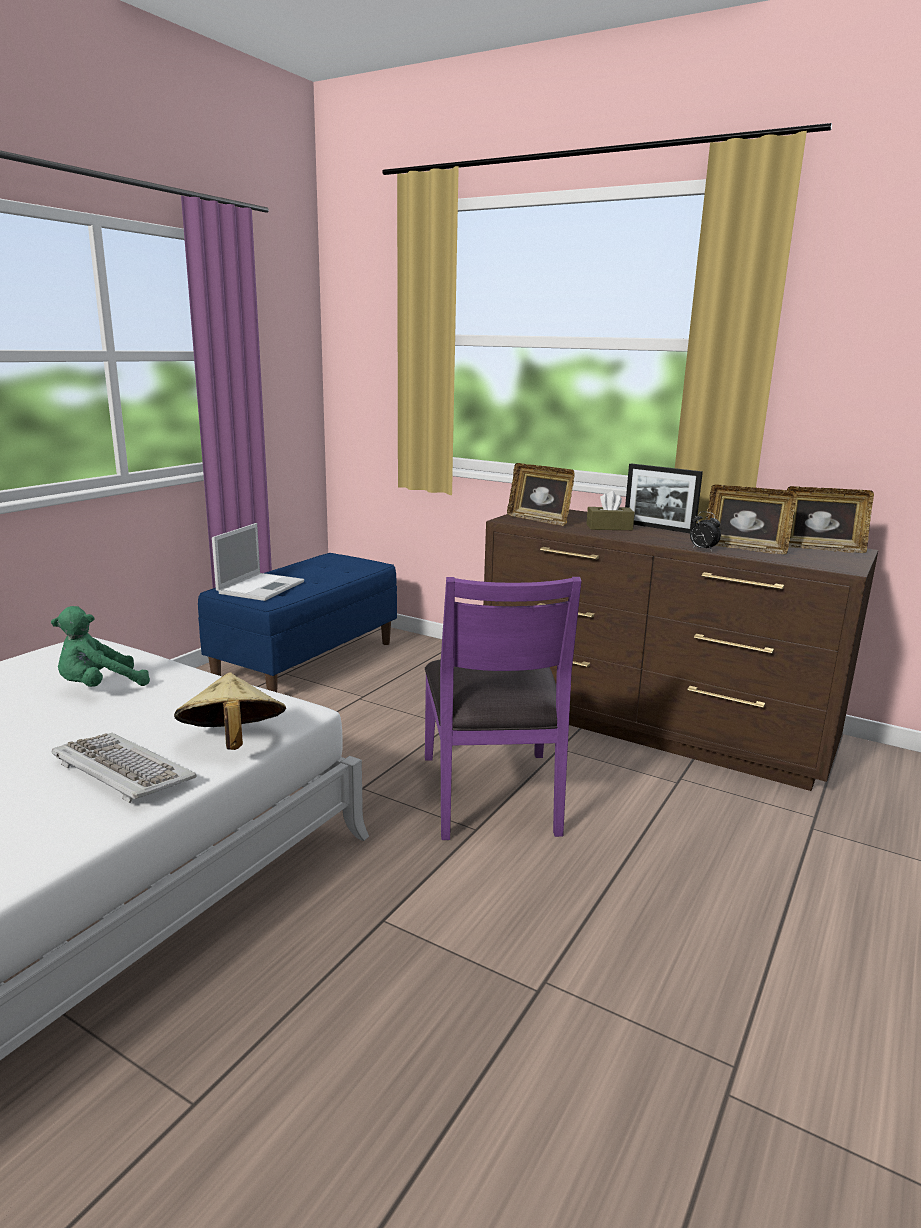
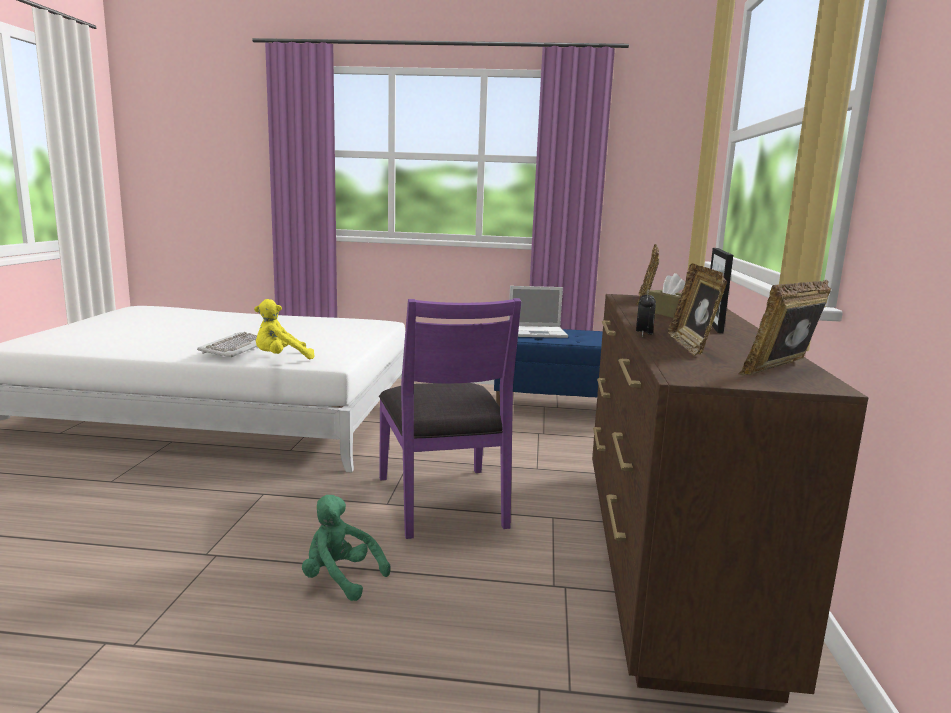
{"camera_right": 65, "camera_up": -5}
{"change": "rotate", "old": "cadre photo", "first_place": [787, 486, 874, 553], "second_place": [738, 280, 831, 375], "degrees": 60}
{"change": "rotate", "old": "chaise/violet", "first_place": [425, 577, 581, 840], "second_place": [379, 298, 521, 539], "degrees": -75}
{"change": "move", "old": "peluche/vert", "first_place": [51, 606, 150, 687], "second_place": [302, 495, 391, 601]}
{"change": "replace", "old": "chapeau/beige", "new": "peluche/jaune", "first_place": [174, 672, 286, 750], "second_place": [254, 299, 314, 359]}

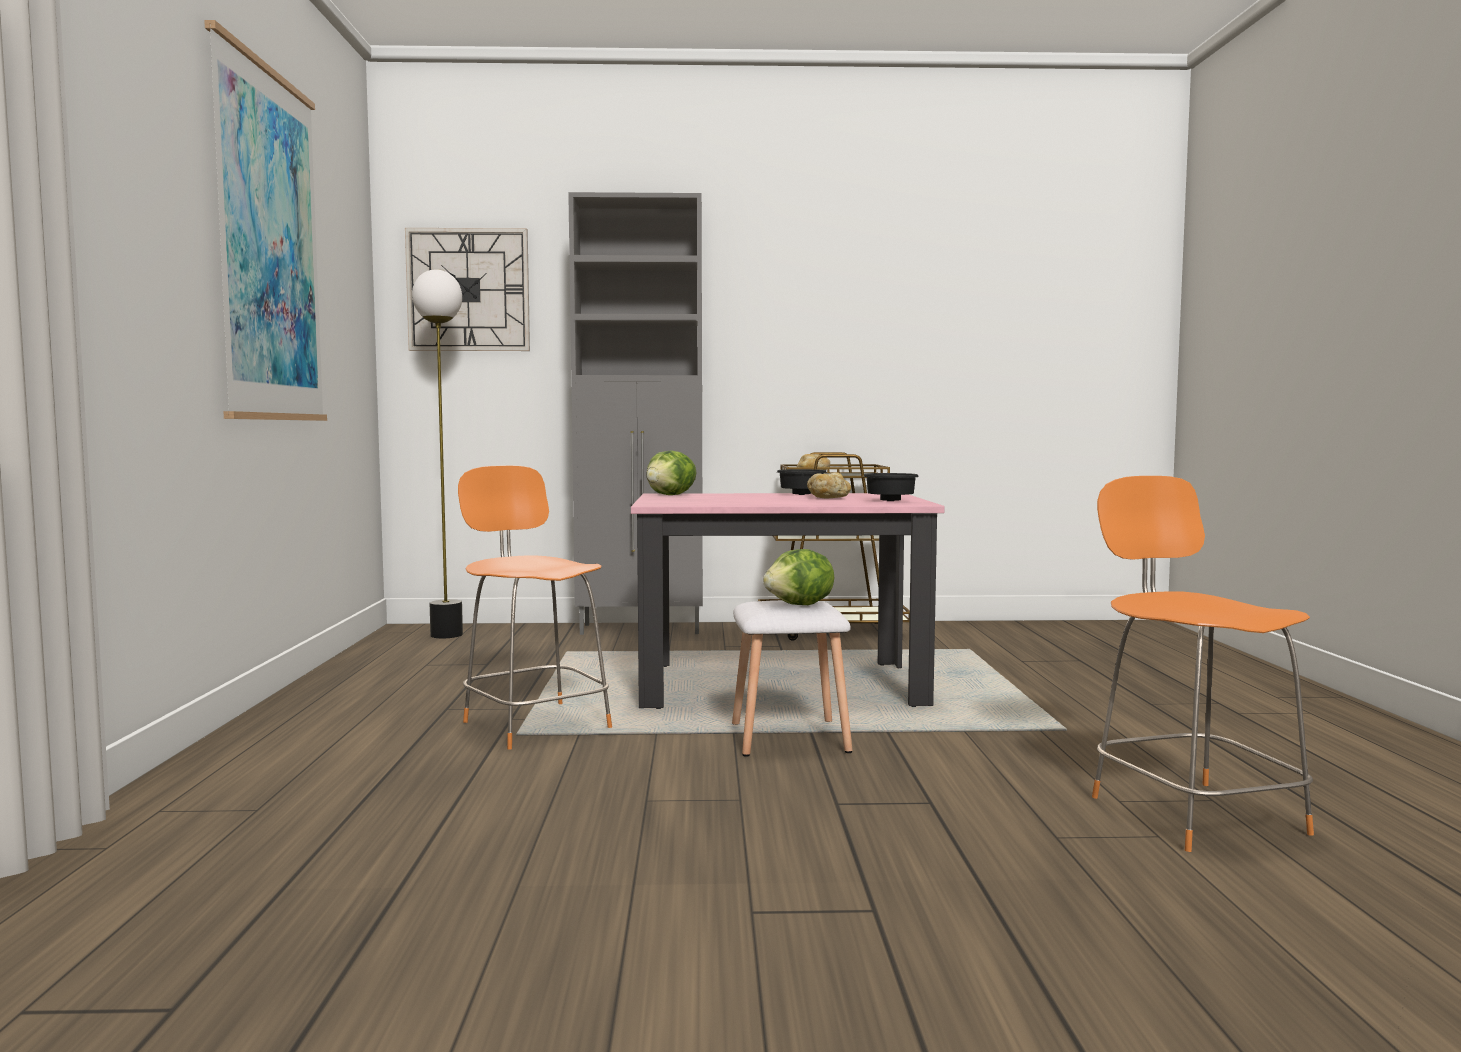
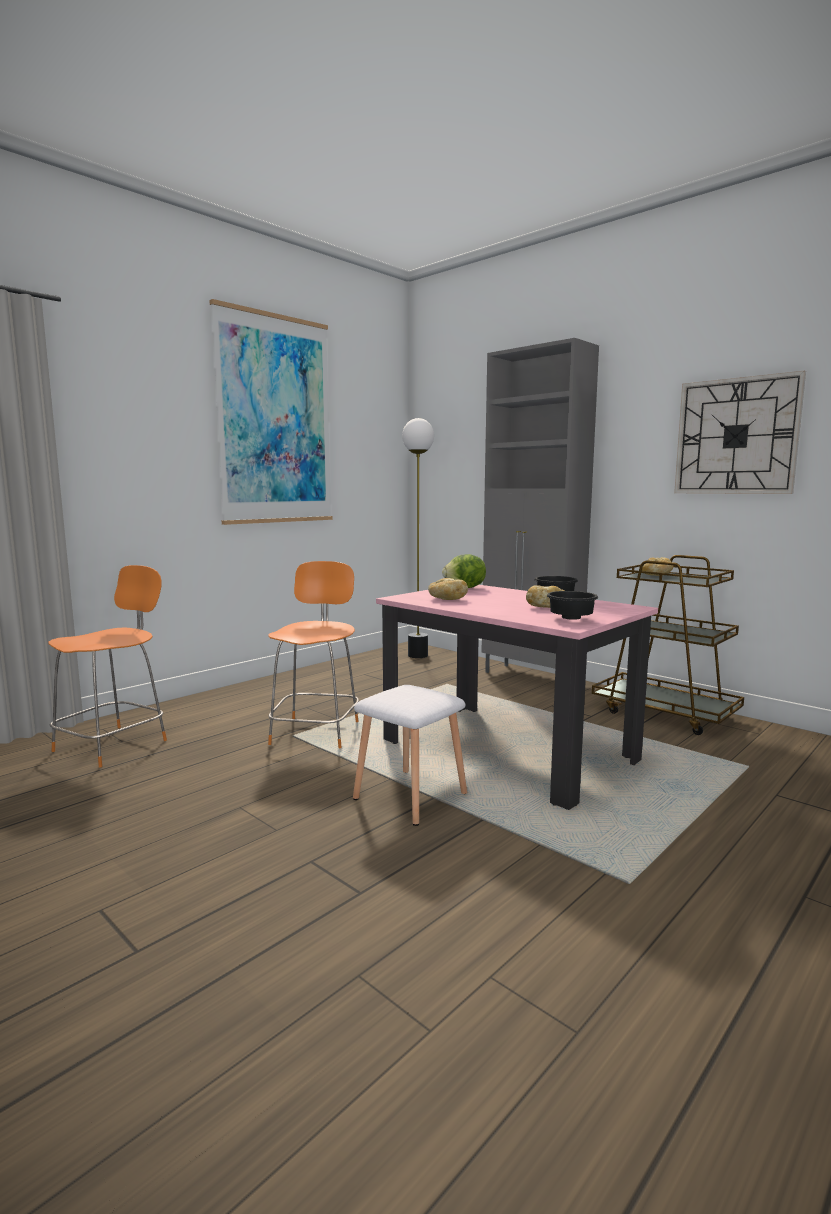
{"camera_right": 45, "camera_up": 5}
{"change": "move", "old": "horloge murale", "first_place": [405, 228, 530, 351], "second_place": [674, 370, 806, 494]}
{"change": "move", "old": "chaise/orange", "first_place": [1092, 476, 1314, 852], "second_place": [48, 565, 167, 768]}
{"change": "delete", "old": "laitue", "first_place": [763, 549, 834, 605]}
{"change": "insert", "new": "pain", "second_place": [428, 578, 468, 600]}

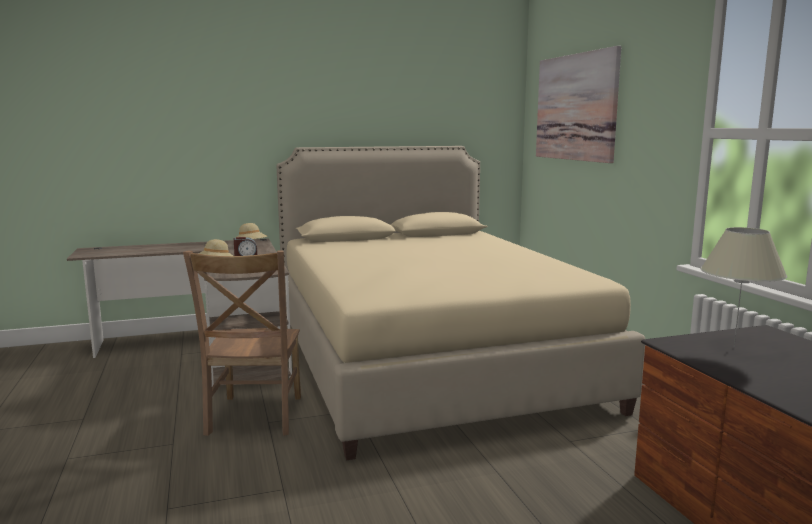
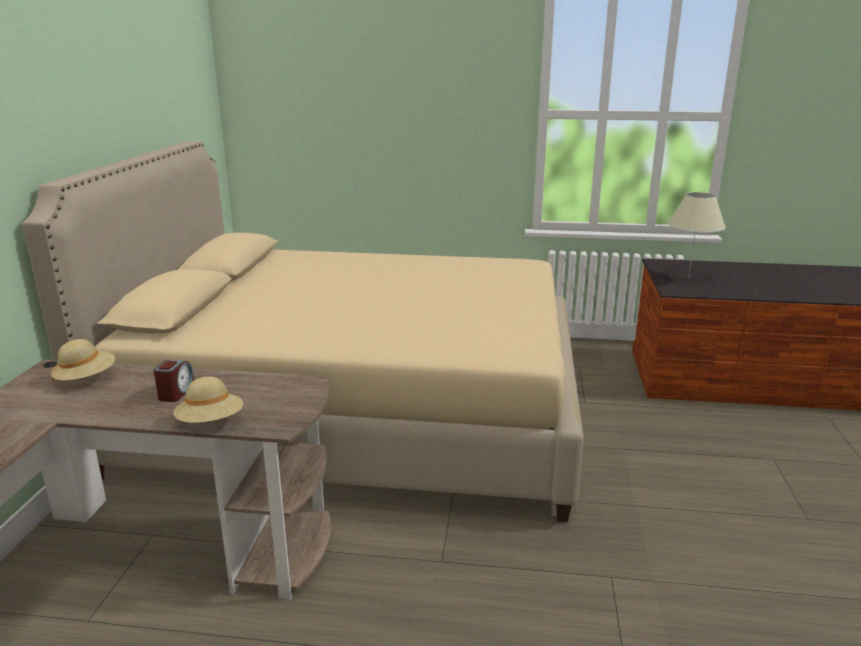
{"camera_right": -65, "camera_up": 10}
{"change": "delete", "old": "tableau", "first_place": [536, 46, 621, 163]}
{"change": "delete", "old": "chaise/marron", "first_place": [183, 250, 301, 436]}

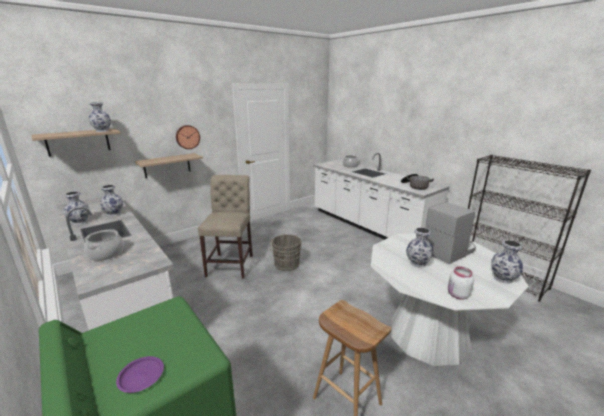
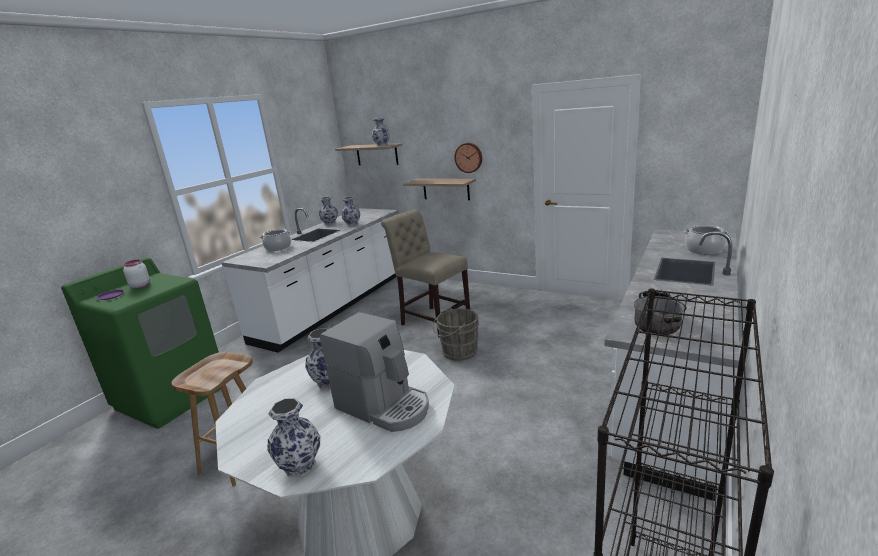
{"camera_right": 70, "camera_up": 0}
{"change": "rotate", "old": "chaise/beige", "first_place": [198, 175, 253, 279], "second_place": [381, 210, 470, 338], "degrees": -120}
{"change": "move", "old": "bocal/blanc", "first_place": [448, 267, 474, 300], "second_place": [123, 260, 150, 289]}

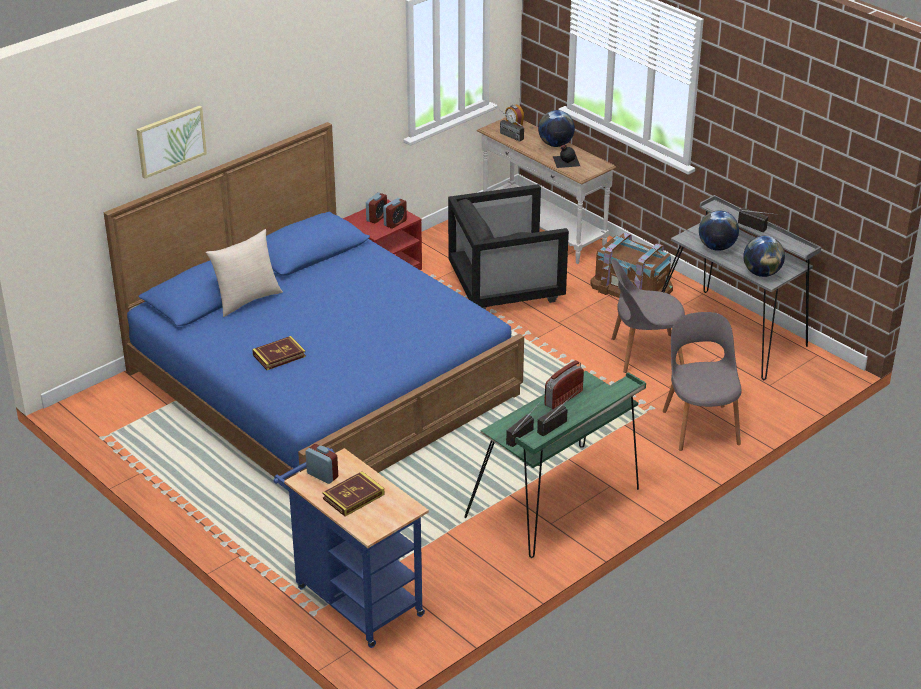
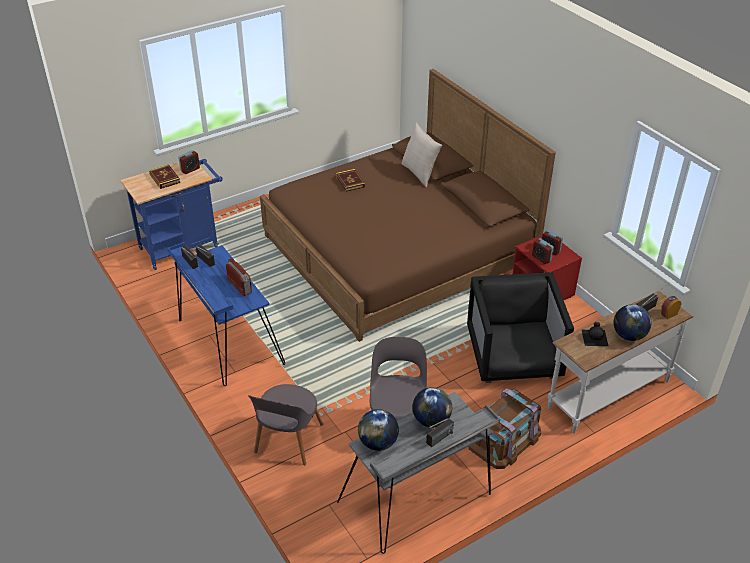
{"camera_right": 100, "camera_up": 5}
{"change": "delete", "old": "tableau", "first_place": [136, 106, 207, 179]}
{"change": "recolor", "old": "lit/bleu", "new": "lit/marron", "first_place": [104, 122, 524, 480], "second_place": [260, 69, 556, 342]}
{"change": "rotate", "old": "chaise/gris", "first_place": [663, 312, 742, 451], "second_place": [248, 384, 323, 465], "degrees": 105}
{"change": "recolor", "old": "bureau/vert", "new": "bureau/bleu", "first_place": [464, 371, 646, 558], "second_place": [168, 242, 285, 386]}

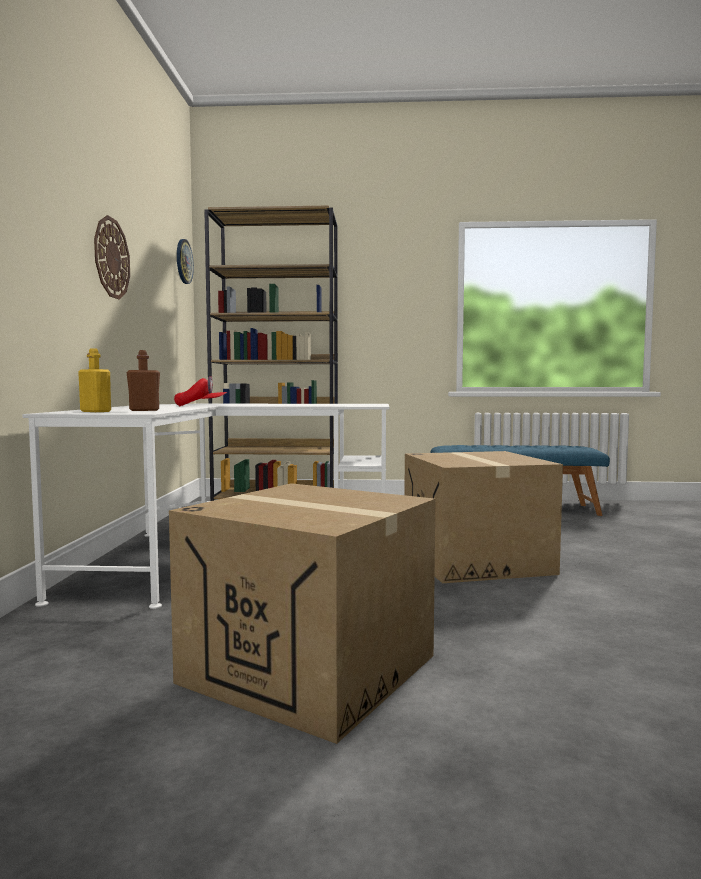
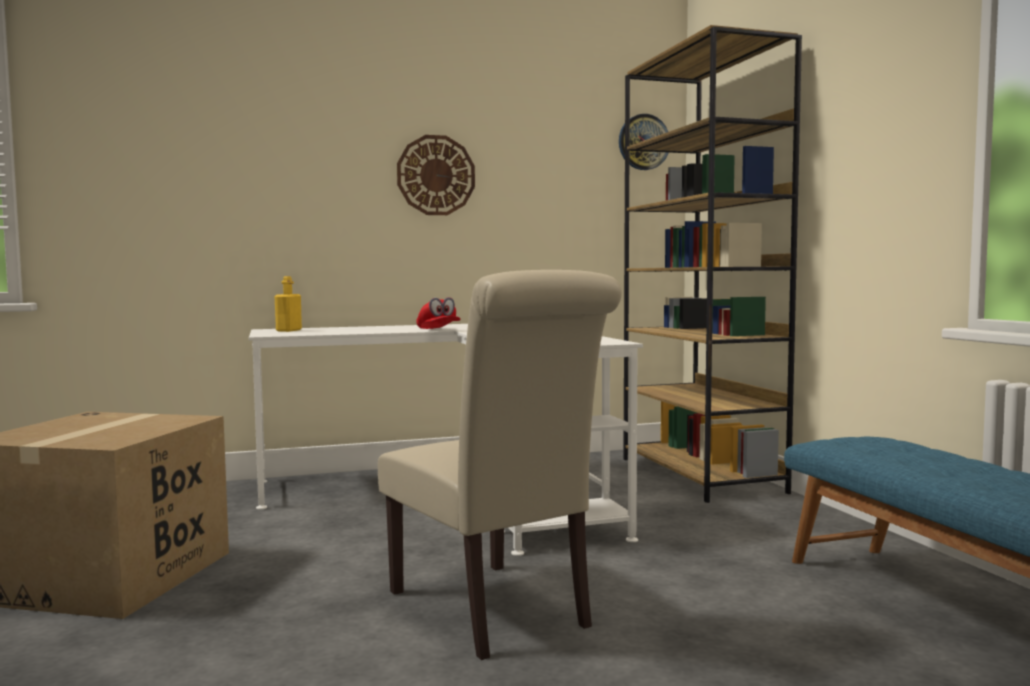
{"camera_right": 70, "camera_up": 0}
{"change": "delete", "old": "bouteille/marron", "first_place": [126, 350, 160, 411]}
{"change": "replace", "old": "carton", "new": "chaise/beige", "first_place": [404, 451, 563, 583], "second_place": [378, 270, 622, 660]}

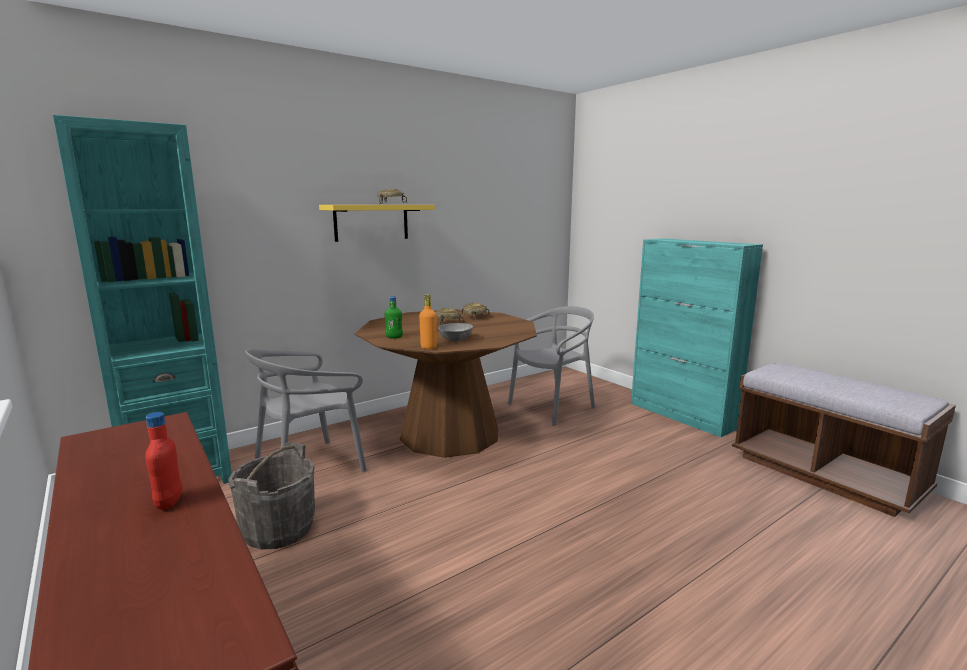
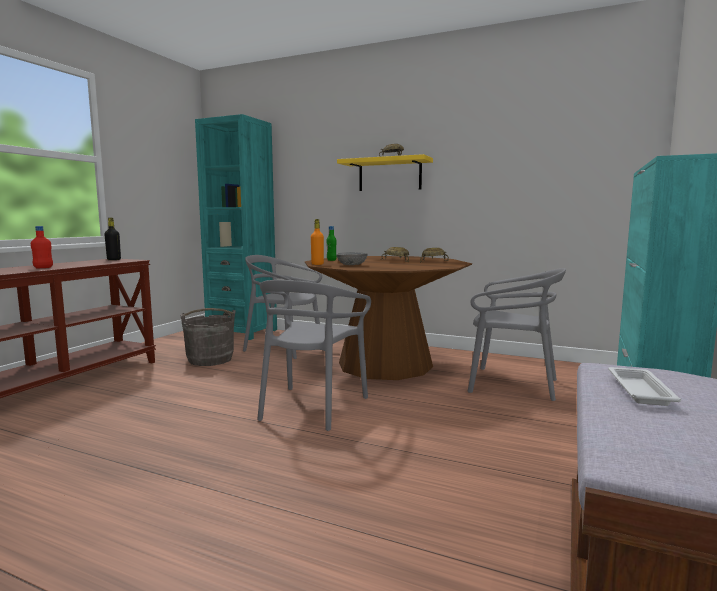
{"camera_right": 60, "camera_up": -5}
{"change": "insert", "new": "bouteille/noir", "second_place": [104, 218, 121, 260]}
{"change": "insert", "new": "chaise/gris", "second_place": [257, 280, 371, 431]}
{"change": "insert", "new": "plateau/blanc", "second_place": [608, 367, 681, 406]}

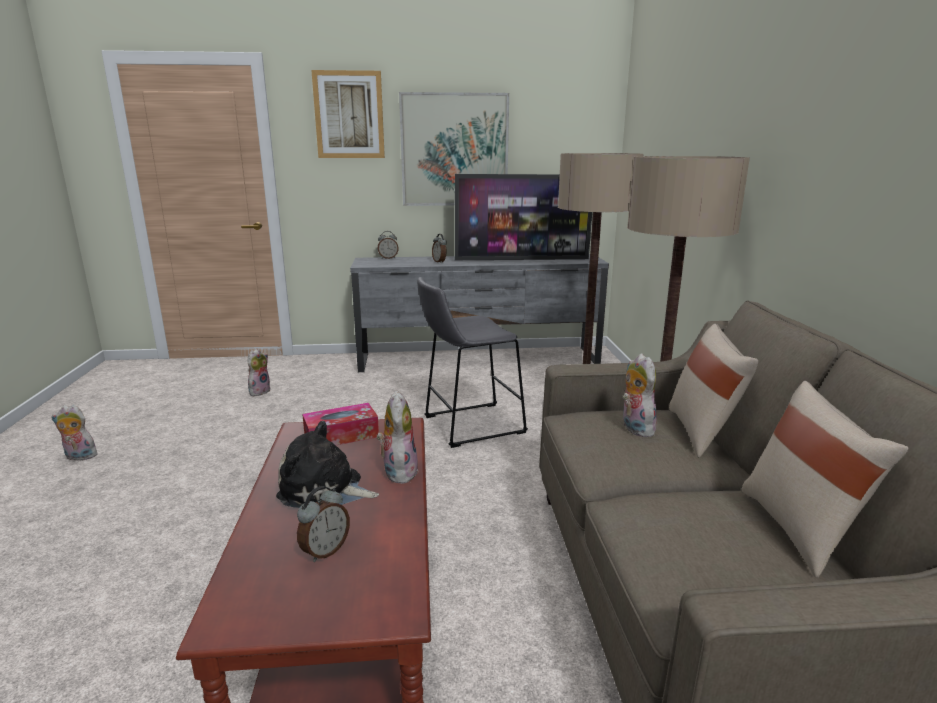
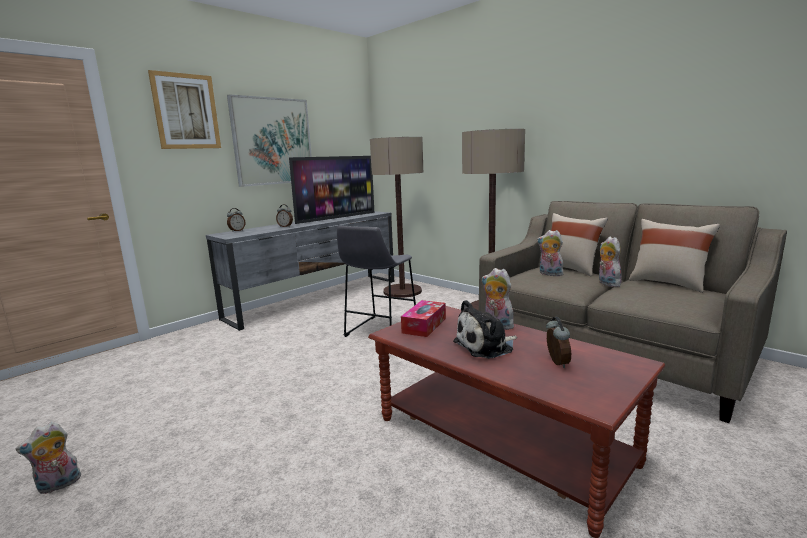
{"camera_right": -40, "camera_up": -5}
{"change": "move", "old": "peluche", "first_place": [248, 349, 270, 396], "second_place": [599, 236, 622, 287]}

